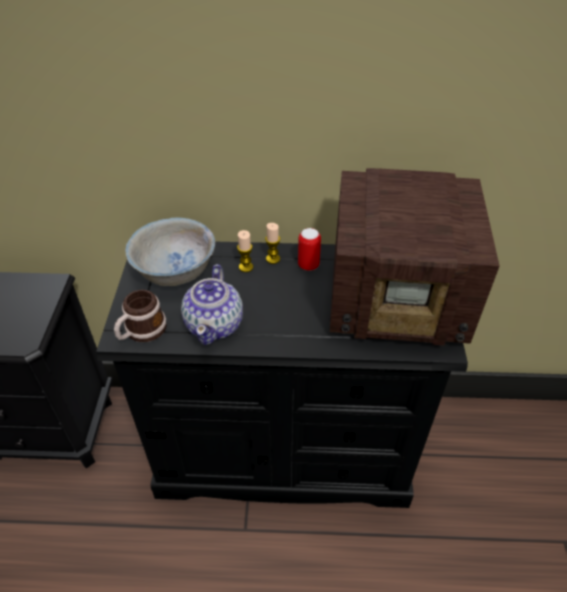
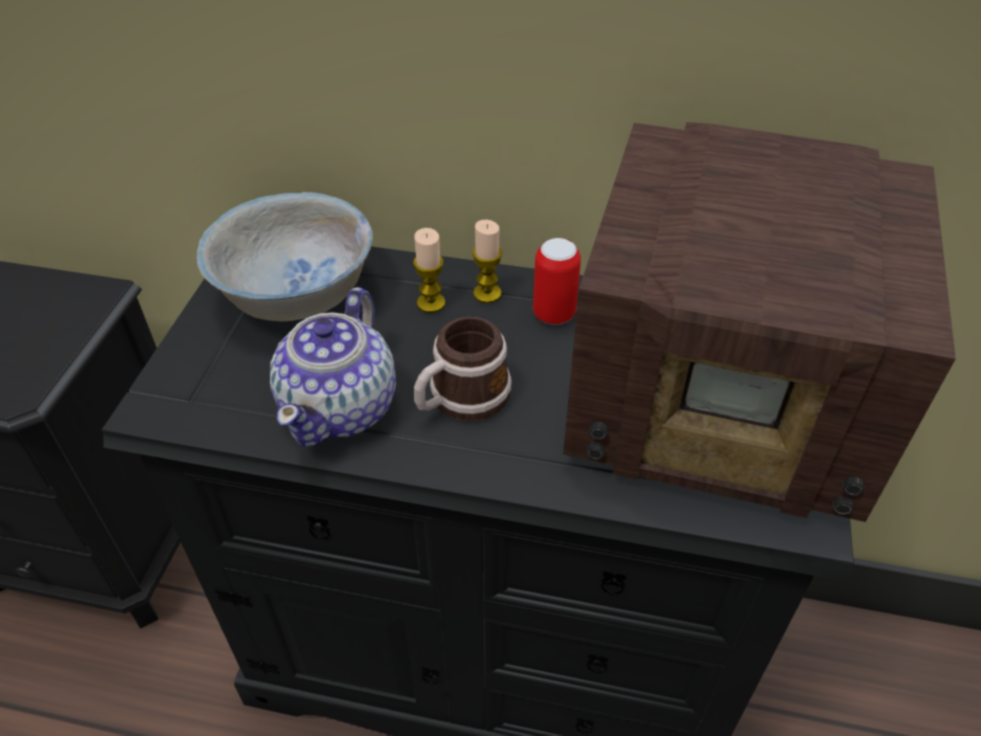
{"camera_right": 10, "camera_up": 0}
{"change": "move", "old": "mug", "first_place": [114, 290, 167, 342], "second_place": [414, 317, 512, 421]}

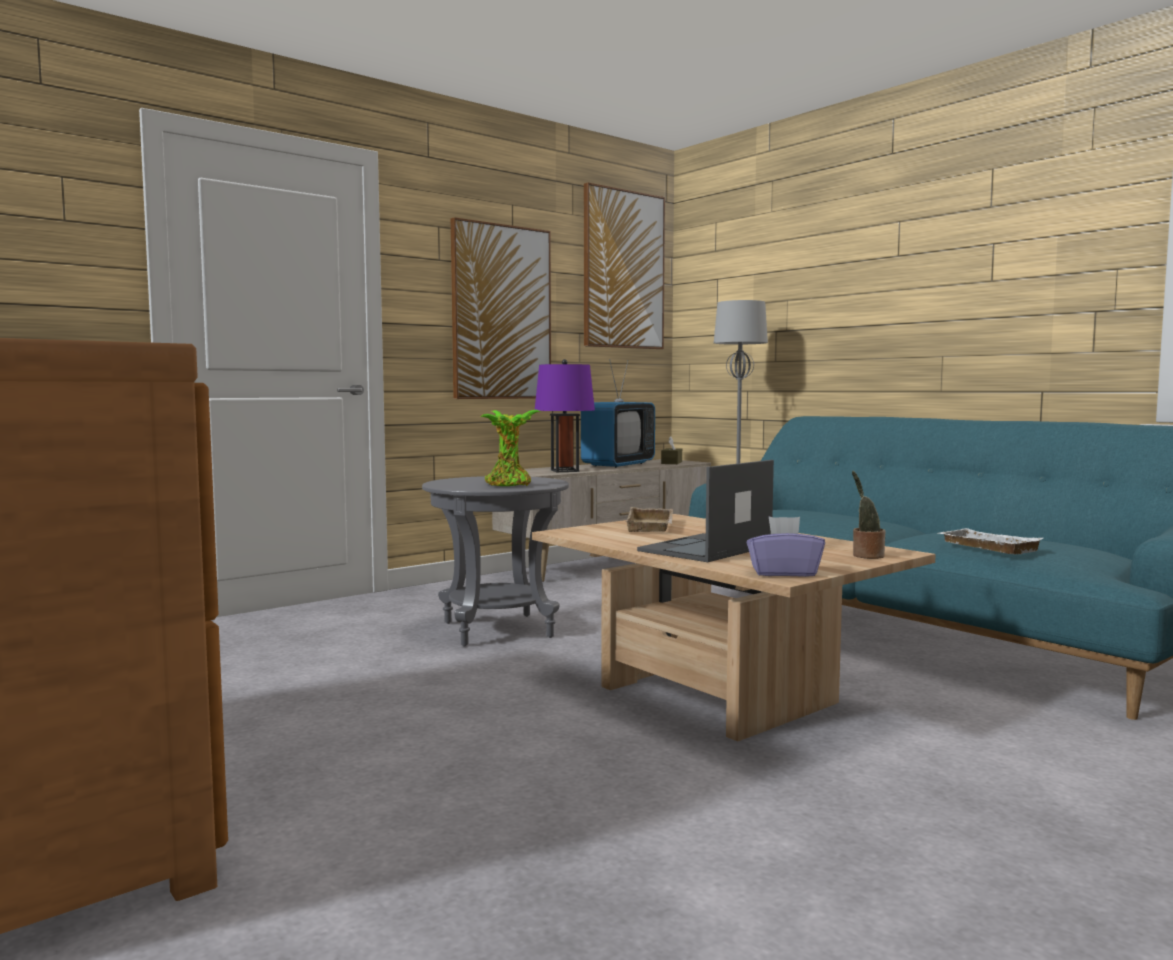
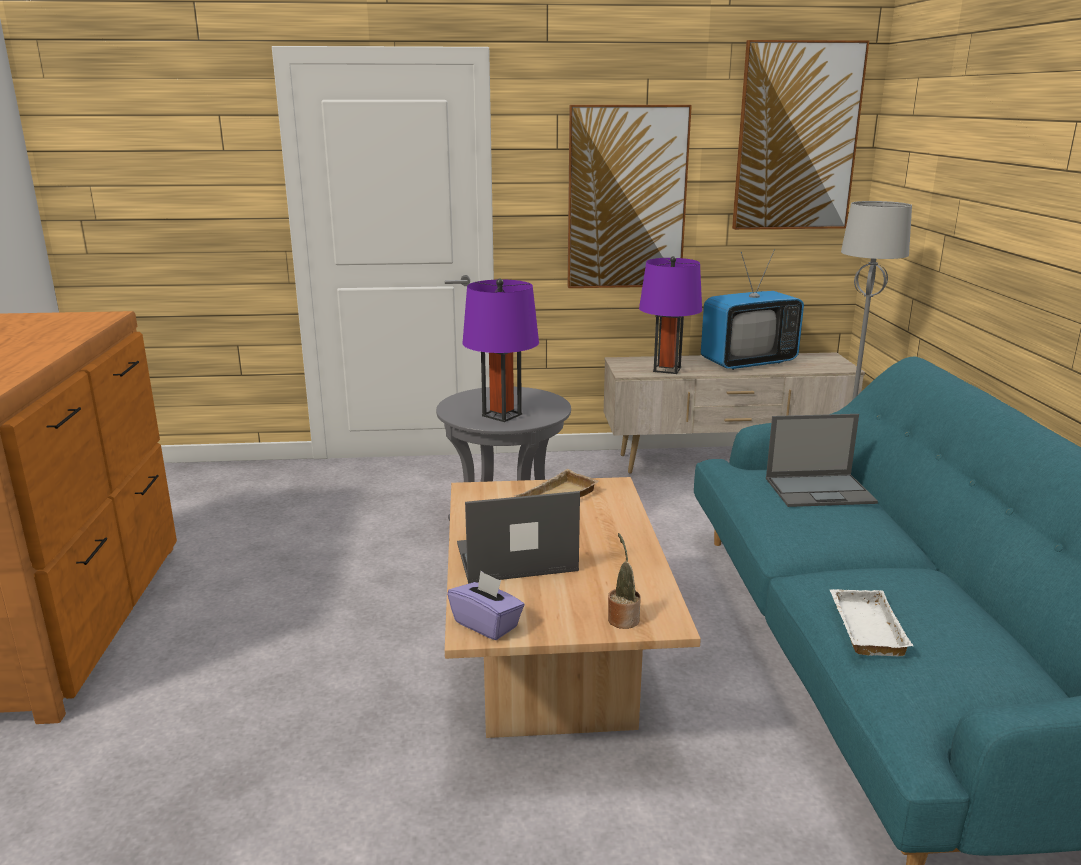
{"camera_right": 35, "camera_up": 15}
{"change": "replace", "old": "plante en pot", "new": "lampe de table/violet", "first_place": [481, 410, 541, 486], "second_place": [462, 279, 539, 422]}
{"change": "delete", "old": "boîte à mouchoirs/marron", "first_place": [661, 437, 682, 464]}
{"change": "insert", "new": "ordinateur portable", "second_place": [766, 414, 878, 507]}

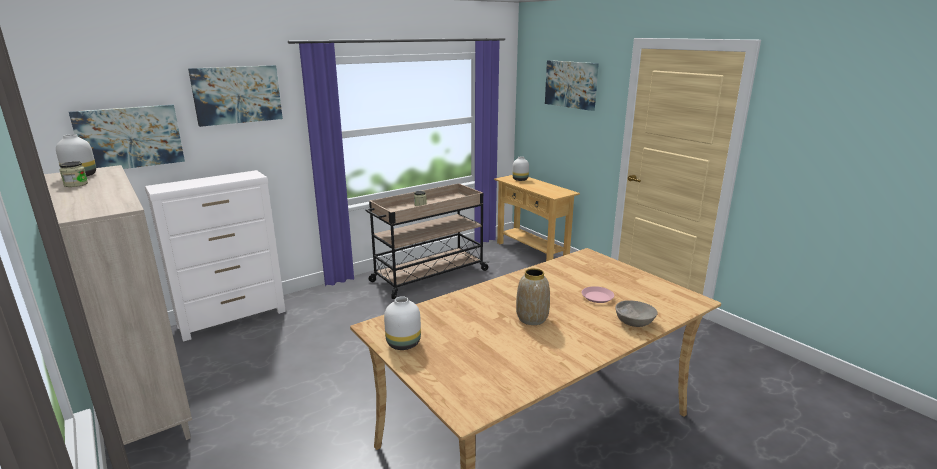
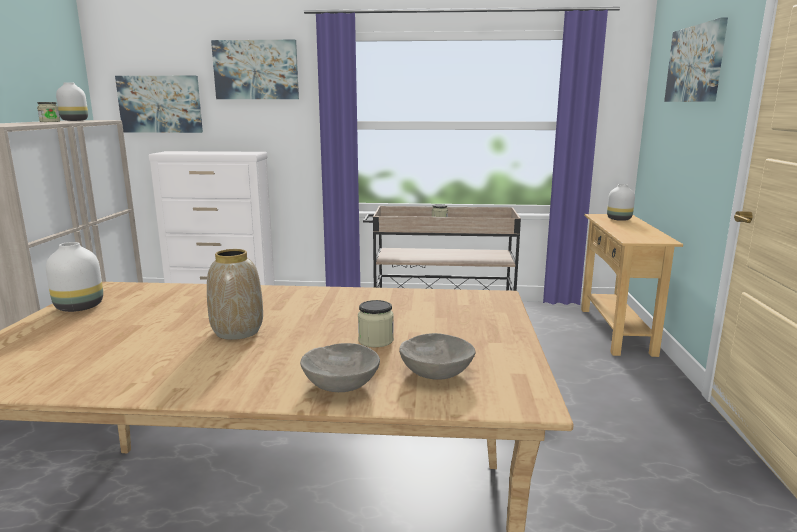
{"camera_right": 40, "camera_up": -5}
{"change": "replace", "old": "assiette/rose", "new": "bocal", "first_place": [582, 286, 614, 303], "second_place": [358, 300, 394, 347]}
{"change": "insert", "new": "bol/gris", "second_place": [399, 333, 475, 380]}

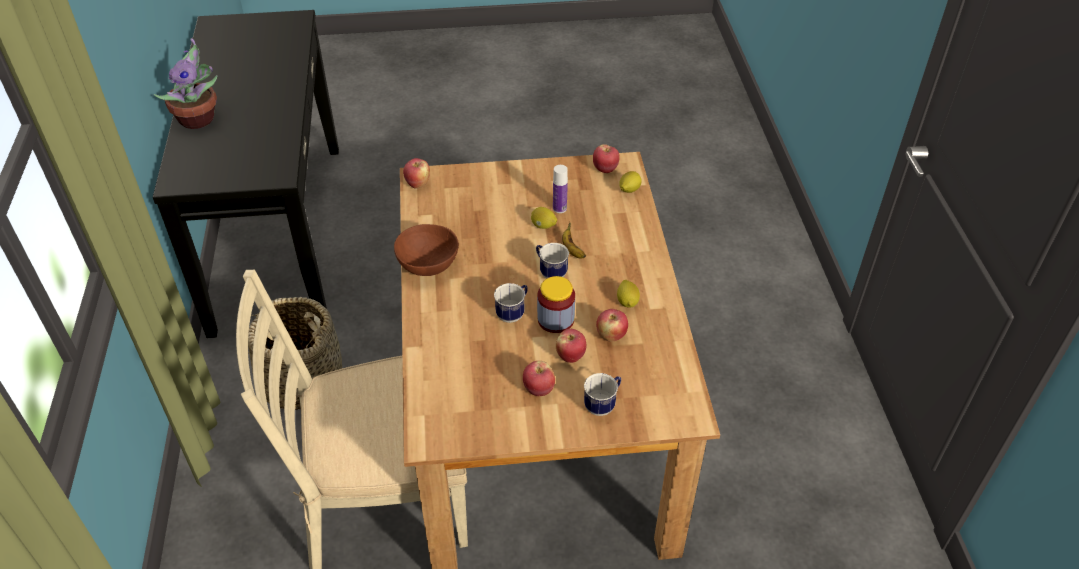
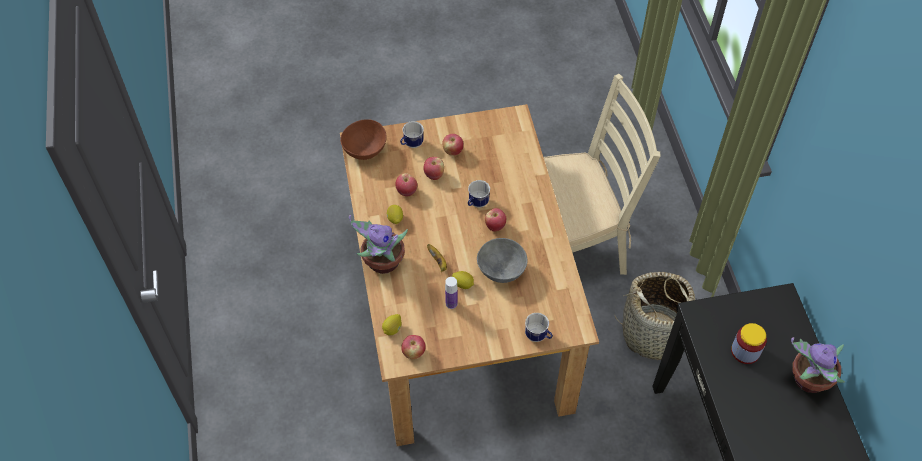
{"camera_right": 175, "camera_up": 10}
{"change": "move", "old": "pomme", "first_place": [403, 158, 430, 189], "second_place": [485, 208, 506, 232]}
{"change": "move", "old": "bol/marron", "first_place": [394, 224, 459, 276], "second_place": [340, 119, 387, 160]}
{"change": "move", "old": "mug", "first_place": [536, 243, 569, 279], "second_place": [525, 313, 553, 342]}
{"change": "move", "old": "bocal", "first_place": [537, 276, 575, 333], "second_place": [731, 323, 767, 364]}
{"change": "insert", "new": "plante en pot", "second_place": [349, 215, 408, 274]}
{"change": "insert", "new": "bol/gris", "second_place": [477, 238, 528, 283]}

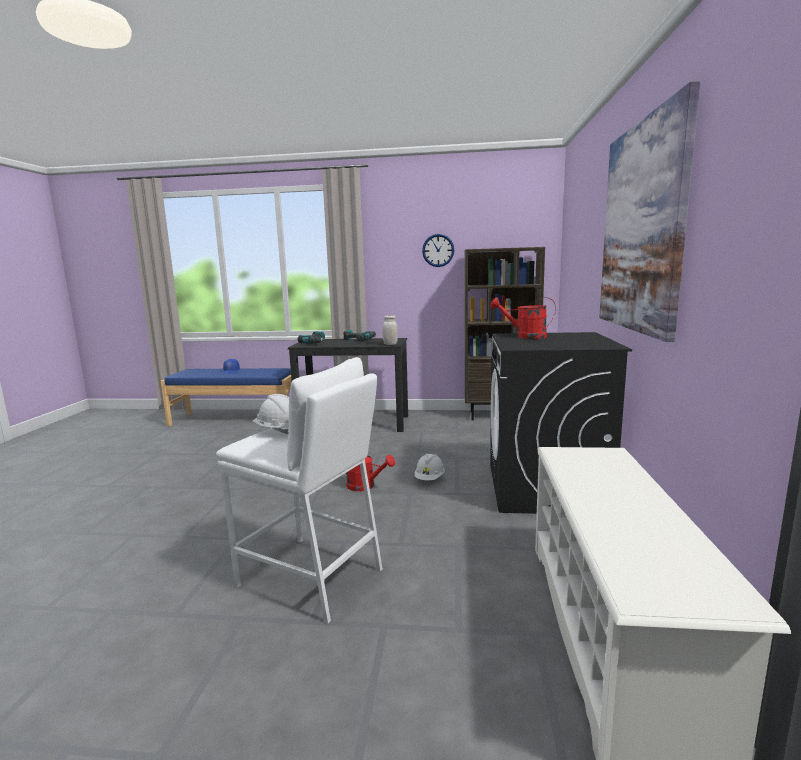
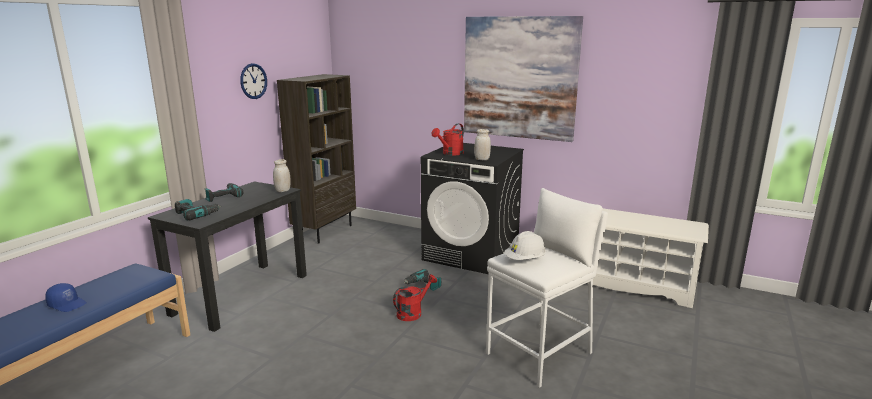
{"camera_right": -70, "camera_up": 5}
{"change": "replace", "old": "casque de chantier/blanc", "new": "perceuse", "first_place": [415, 453, 445, 480], "second_place": [403, 269, 441, 291]}
{"change": "insert", "new": "bocal/blanc", "second_place": [474, 129, 491, 160]}

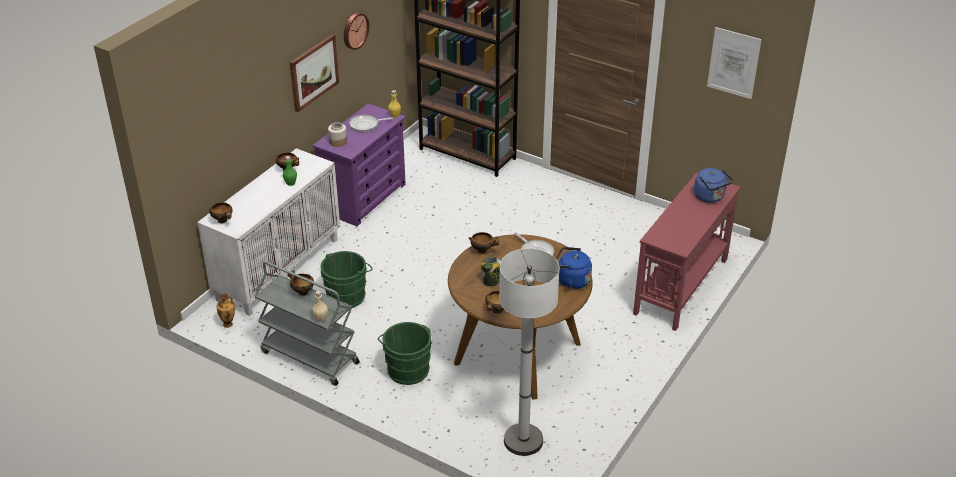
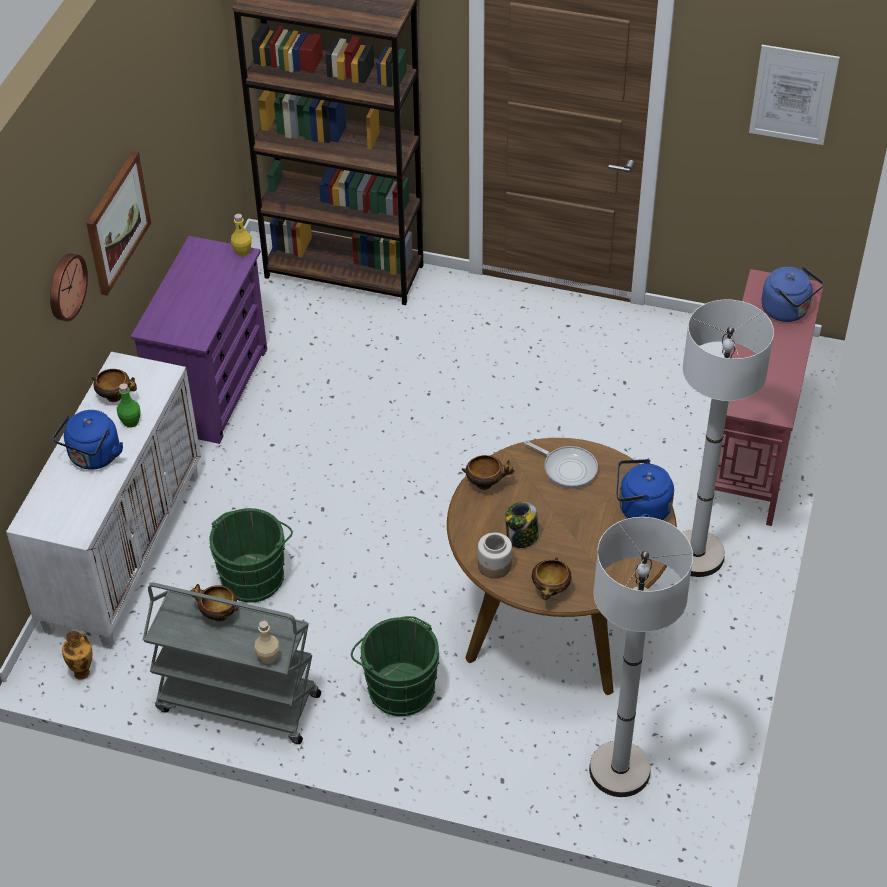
{"camera_right": -15, "camera_up": 10}
{"change": "move", "old": "horloge murale", "first_place": [344, 13, 369, 50], "second_place": [50, 253, 88, 321]}
{"change": "delete", "old": "poêle", "first_place": [349, 115, 393, 132]}
{"change": "move", "old": "bocal", "first_place": [328, 122, 347, 147], "second_place": [478, 532, 512, 579]}
{"change": "delete", "old": "bol", "first_place": [209, 202, 232, 223]}
{"change": "insert", "new": "lampadaire/blanc", "second_place": [682, 299, 774, 577]}
{"change": "insert", "new": "bouilloire/bleu", "second_place": [53, 410, 123, 470]}

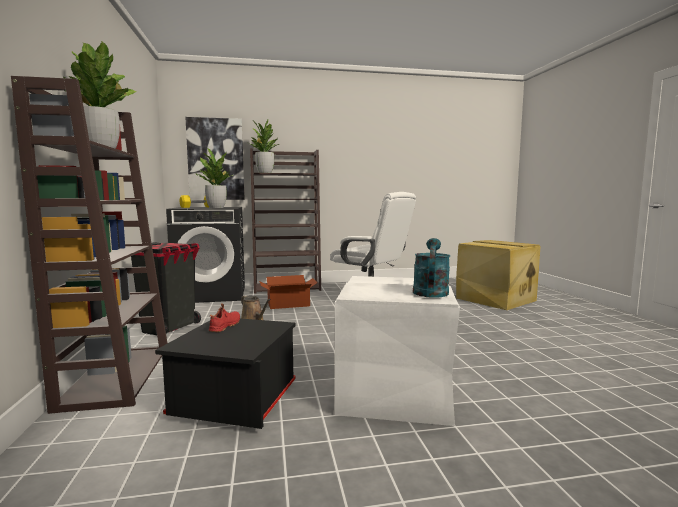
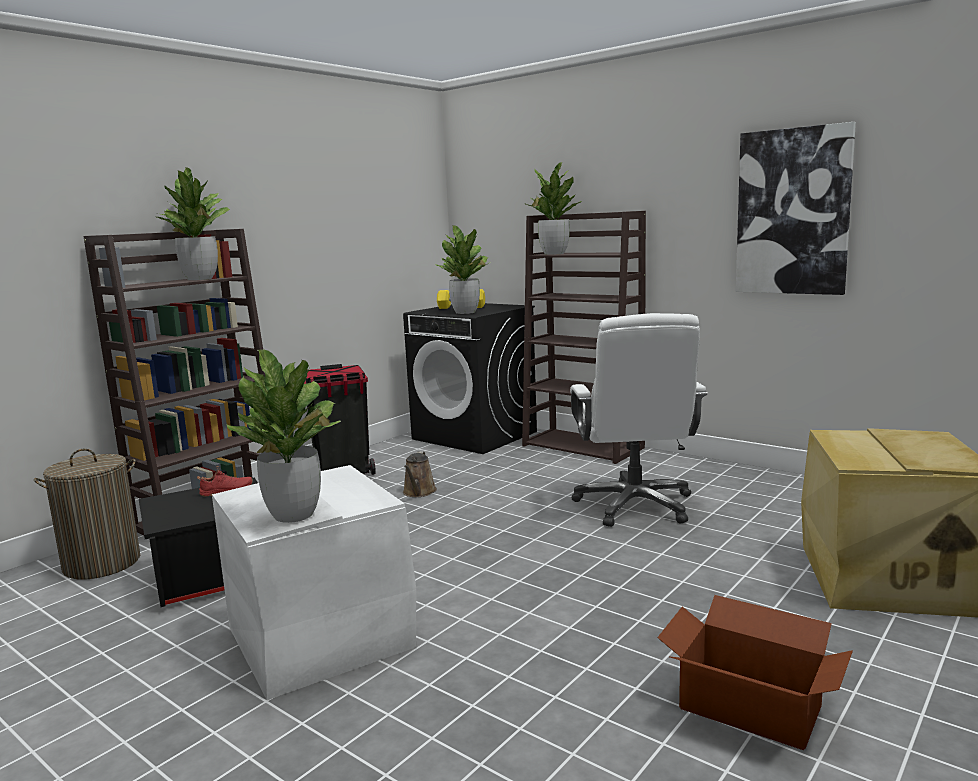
{"camera_right": 50, "camera_up": 5}
{"change": "move", "old": "tableau", "first_place": [185, 117, 245, 200], "second_place": [736, 122, 856, 295]}
{"change": "replace", "old": "arrosoir/turquoise", "new": "plante en pot", "first_place": [413, 238, 450, 298], "second_place": [227, 349, 341, 523]}
{"change": "move", "old": "carton", "first_place": [259, 275, 318, 309], "second_place": [657, 595, 853, 750]}
{"change": "insert", "new": "panier à linge", "second_place": [34, 449, 140, 580]}

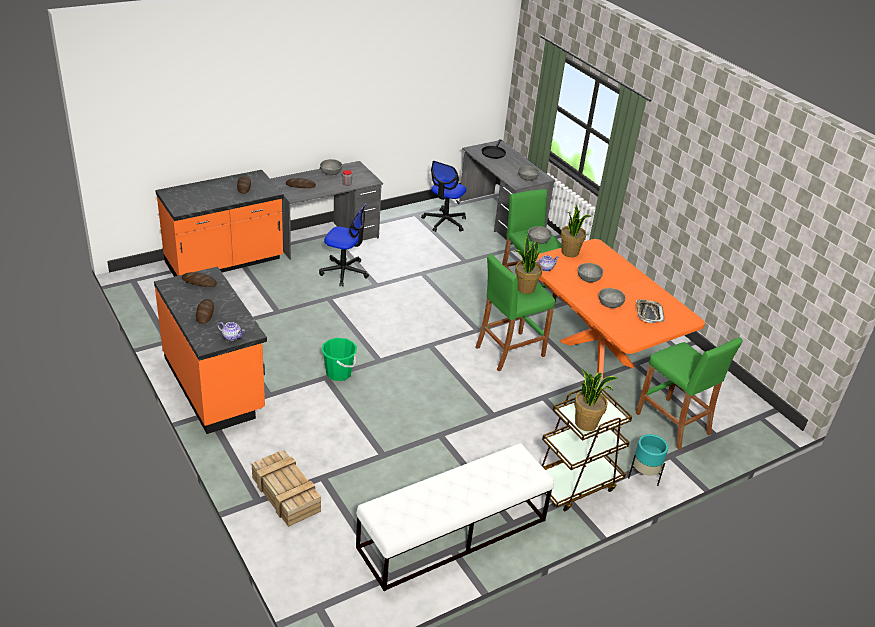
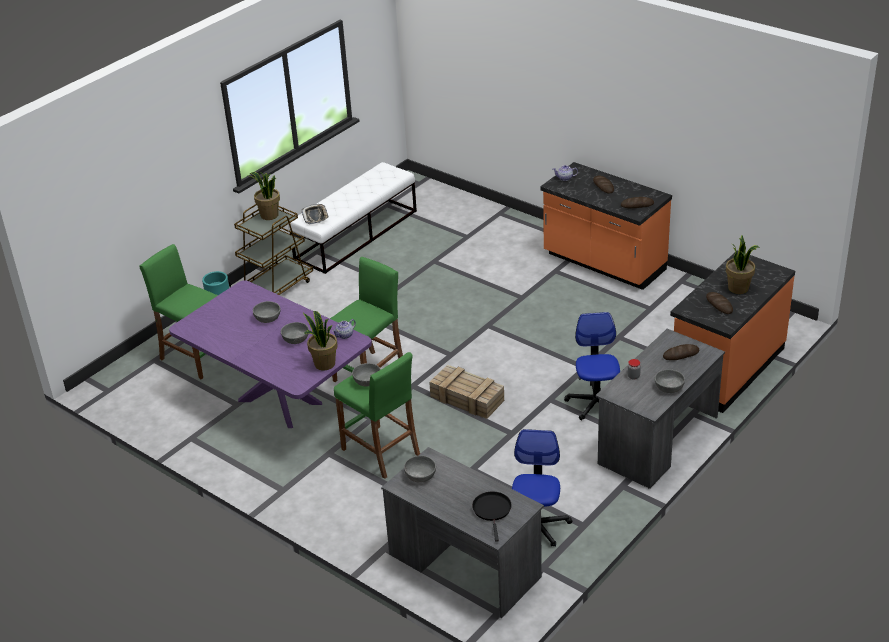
{"camera_right": 165, "camera_up": 0}
{"change": "rotate", "old": "chaise de bureau", "first_place": [319, 202, 369, 286], "second_place": [564, 312, 620, 420], "degrees": 90}
{"change": "move", "old": "plante en pot", "first_place": [515, 236, 542, 294], "second_place": [726, 236, 760, 294]}
{"change": "recolor", "old": "table à manger/orange", "new": "table à manger/violet", "first_place": [536, 239, 705, 380], "second_place": [169, 280, 372, 428]}
{"change": "move", "old": "plateau", "first_place": [636, 299, 665, 323], "second_place": [301, 204, 329, 224]}
{"change": "delete", "old": "seau/vert", "first_place": [321, 338, 357, 381]}
{"change": "move", "old": "caisse", "first_place": [252, 450, 321, 527], "second_place": [429, 365, 504, 419]}

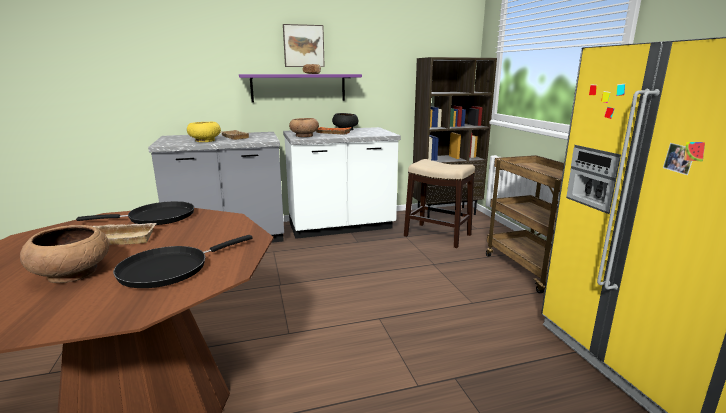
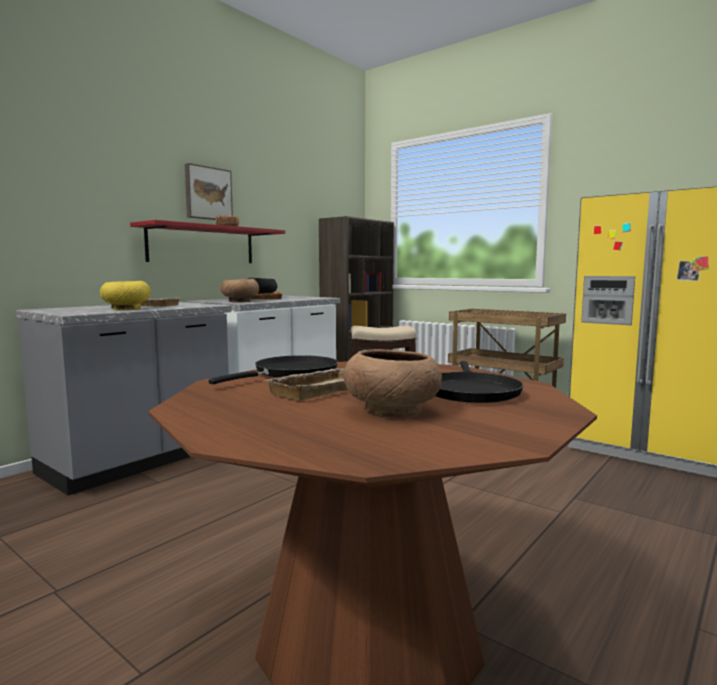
{"camera_right": -35, "camera_up": -10}
{"change": "recolor", "old": "étagère/violet", "new": "étagère/rouge", "first_place": [239, 74, 362, 102], "second_place": [130, 220, 285, 263]}

